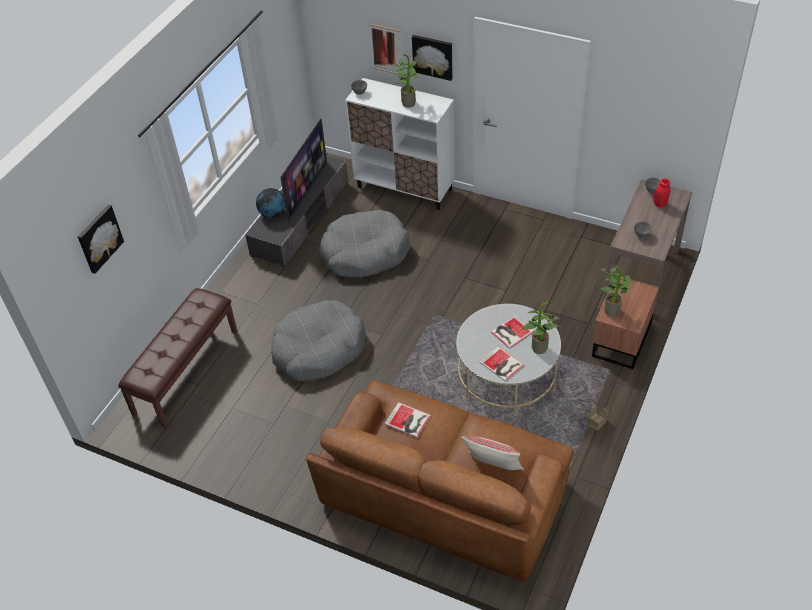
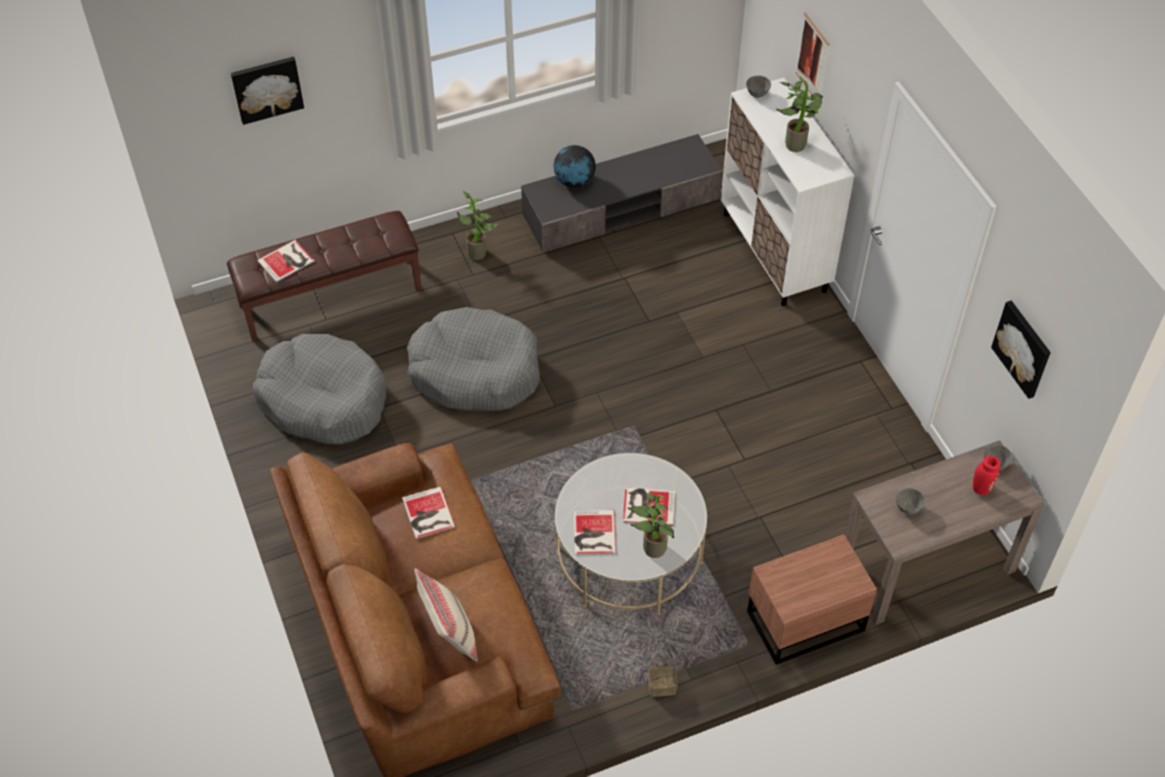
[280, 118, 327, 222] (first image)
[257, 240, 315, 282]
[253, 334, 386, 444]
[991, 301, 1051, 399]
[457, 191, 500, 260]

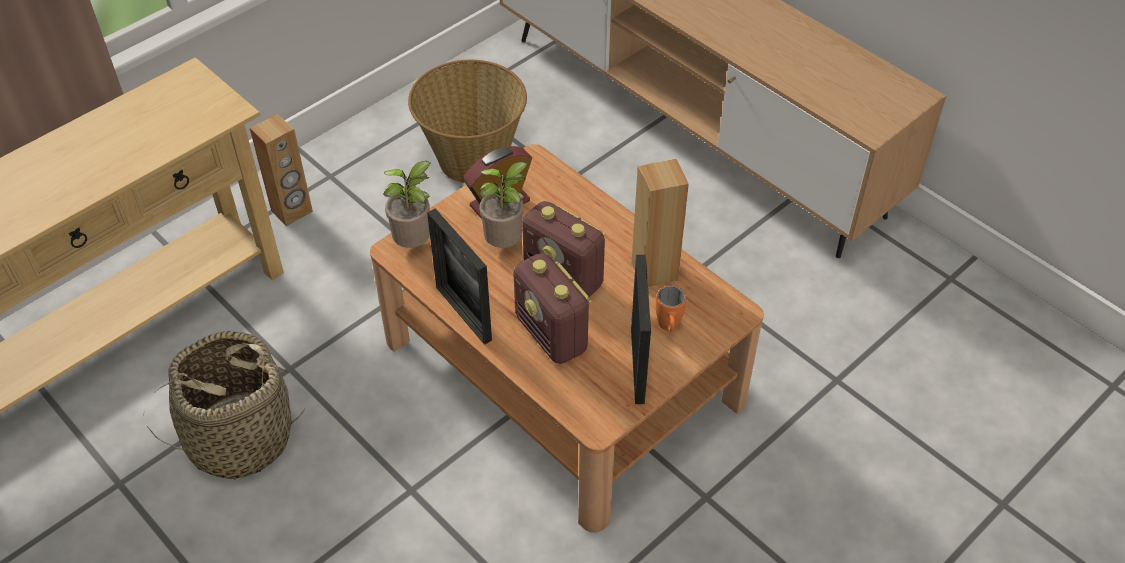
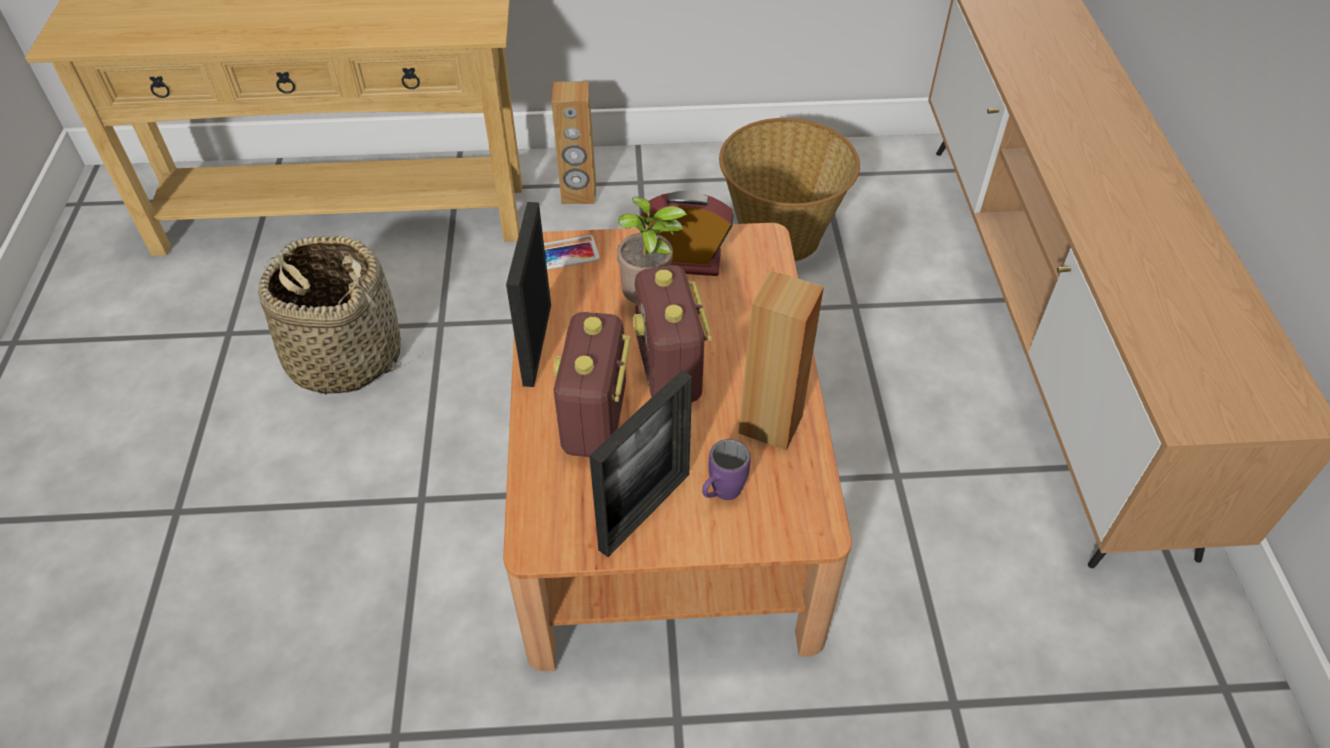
[544, 235, 600, 270]
[702, 439, 751, 500]

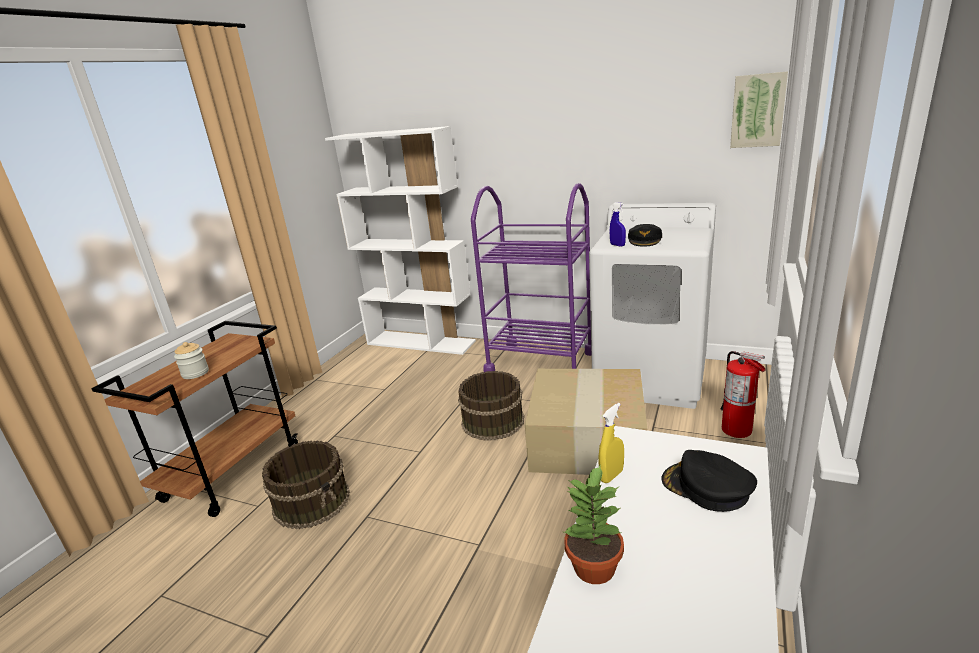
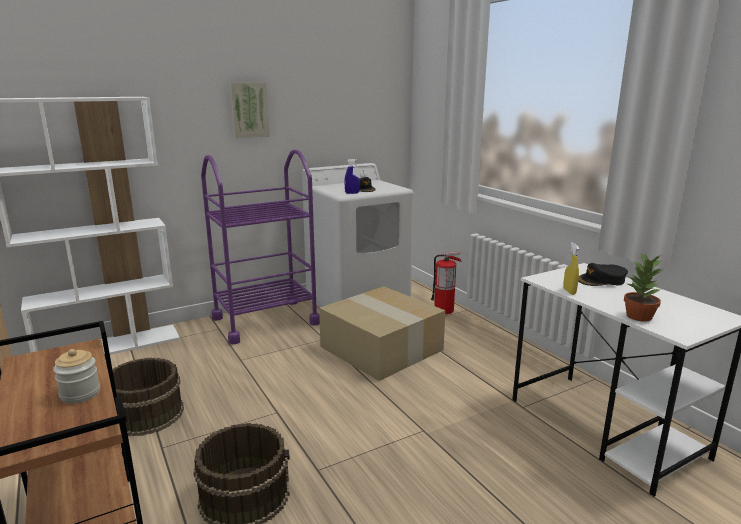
[112, 357, 184, 436]
[229, 82, 270, 138]

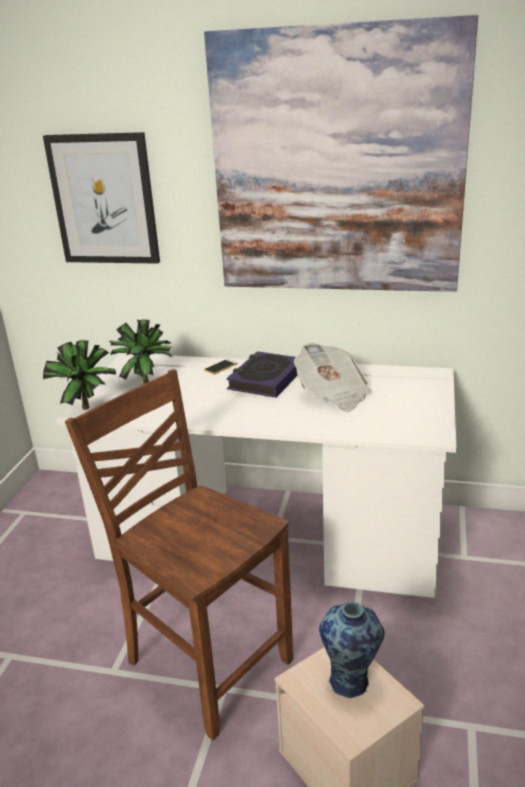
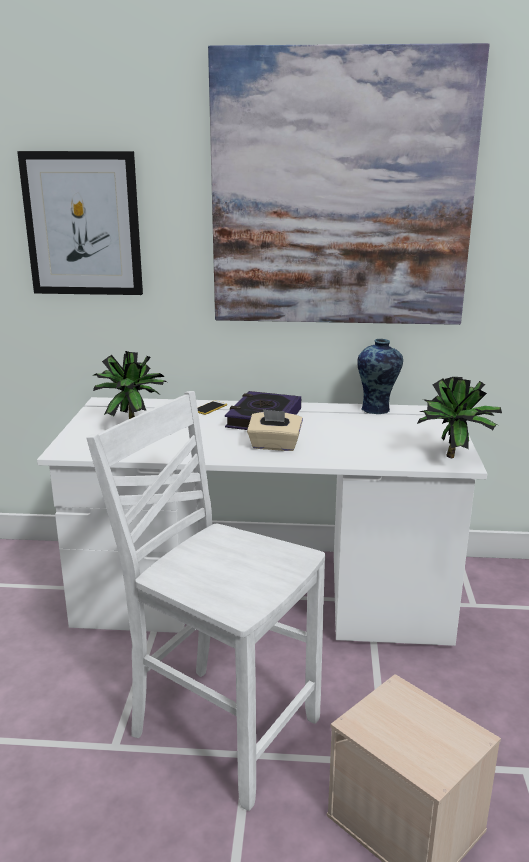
[294, 343, 371, 412] (first image)
[247, 409, 303, 451]
[417, 377, 502, 458]
[357, 339, 403, 414]
[86, 391, 325, 811]

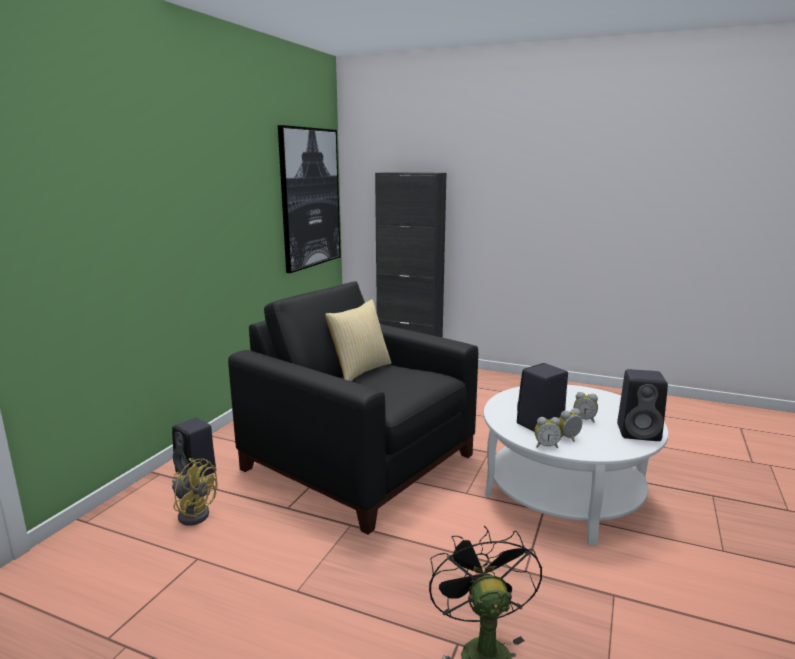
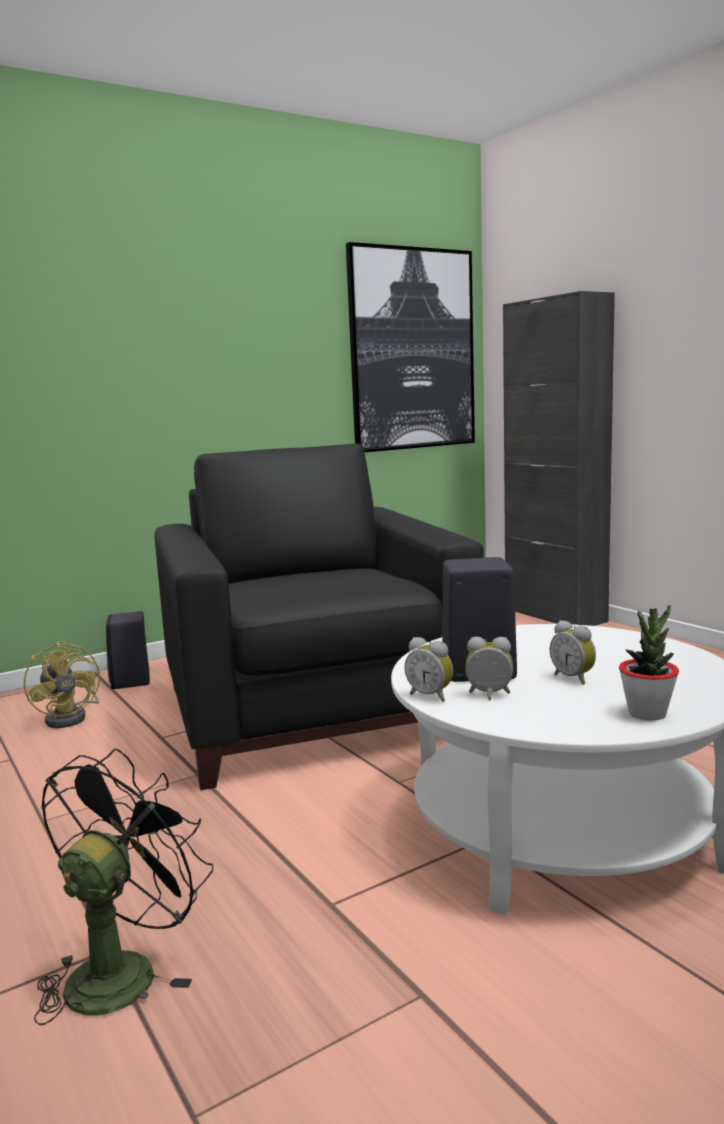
[325, 299, 391, 381] (first image)
[619, 605, 679, 721]

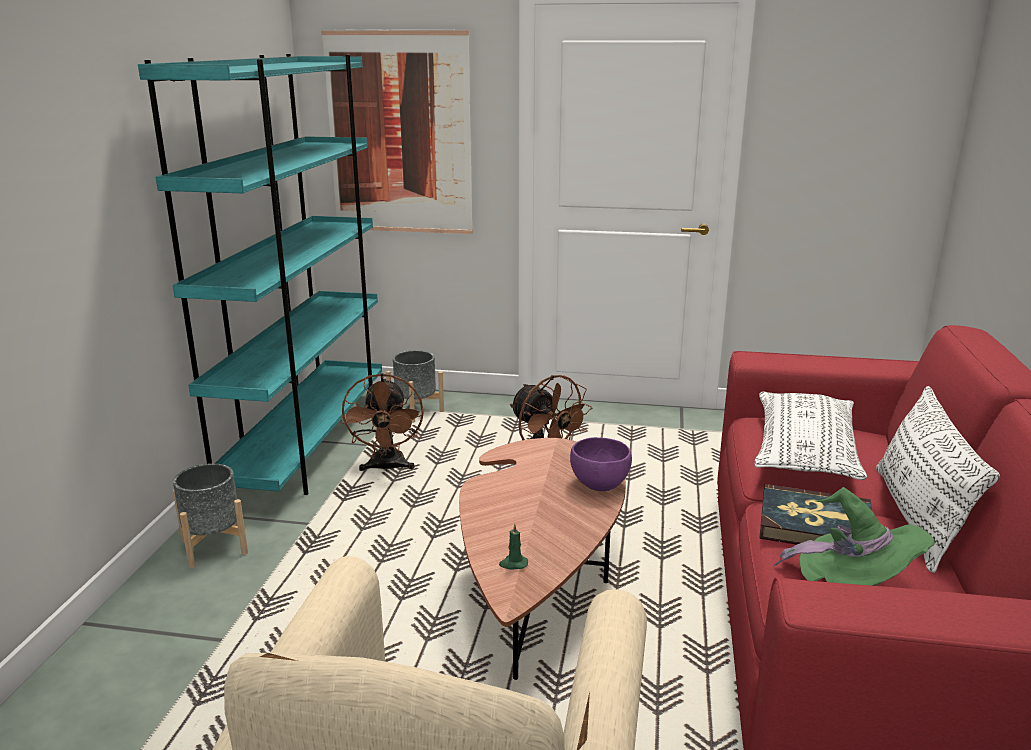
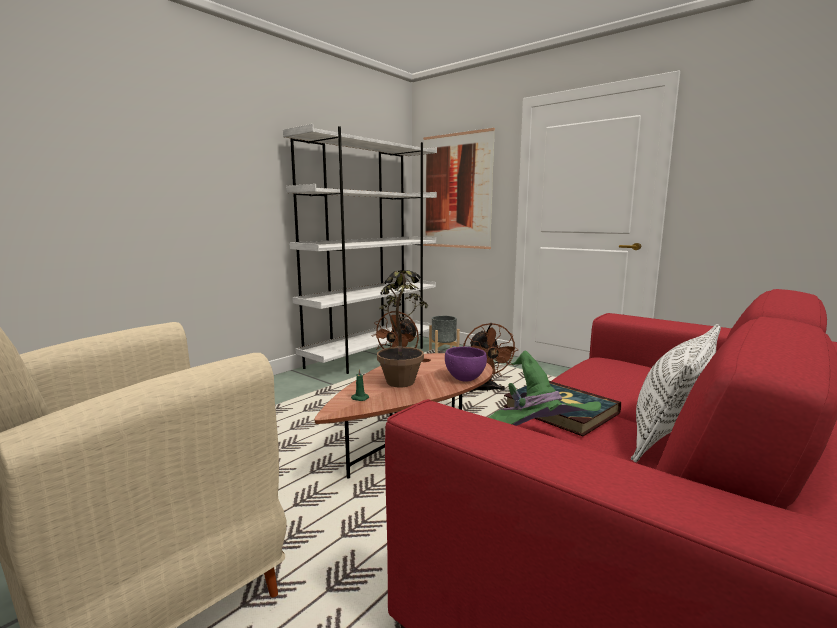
[173, 463, 248, 568] (first image)
[755, 392, 867, 480] (first image)
[377, 270, 428, 387]
[283, 124, 437, 374]

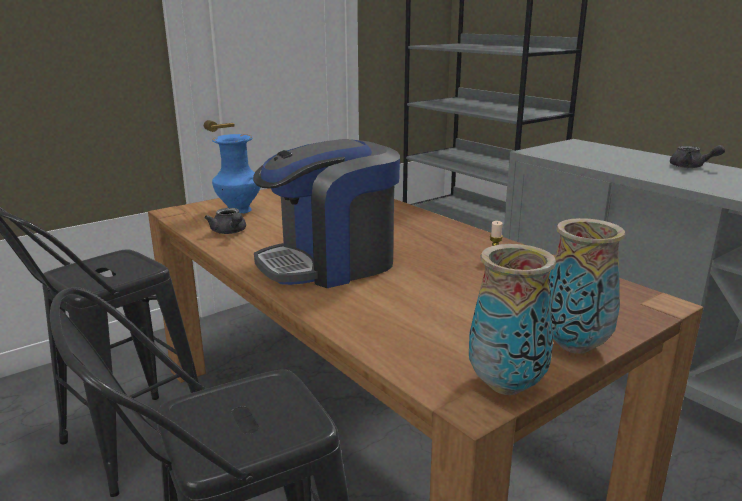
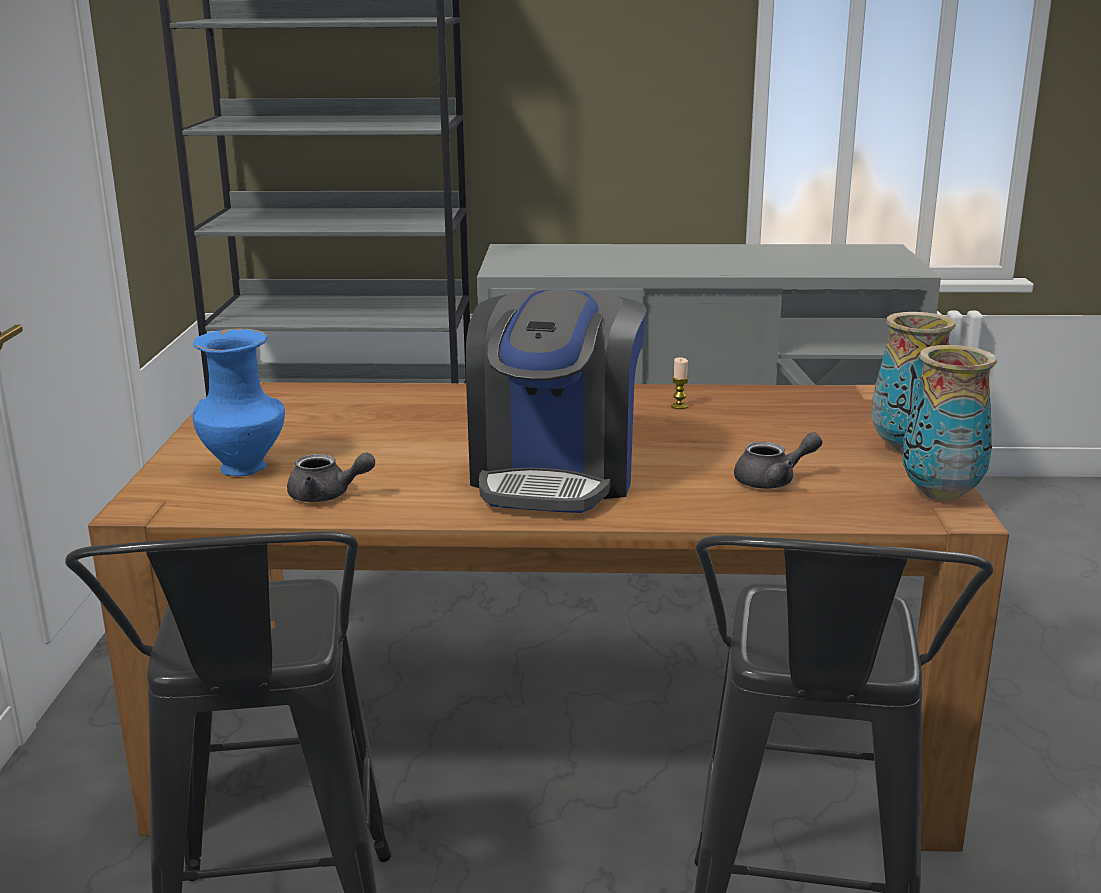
[734, 432, 822, 489]

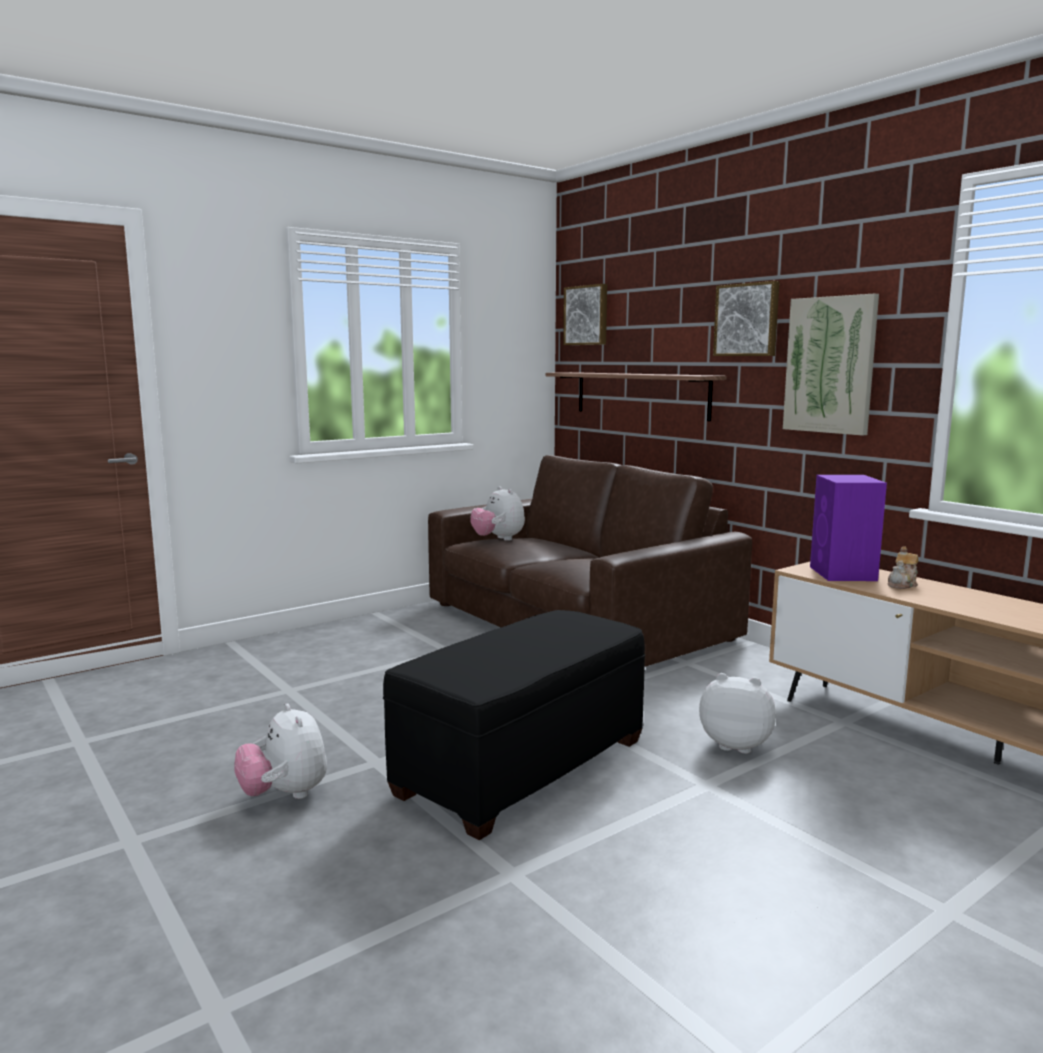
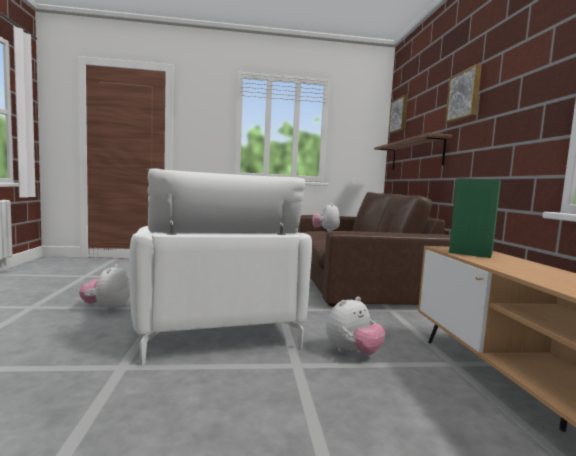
[783, 294, 879, 436] (first image)
[888, 546, 919, 589] (first image)
[129, 169, 312, 365]
[449, 178, 501, 258]
[326, 297, 385, 355]

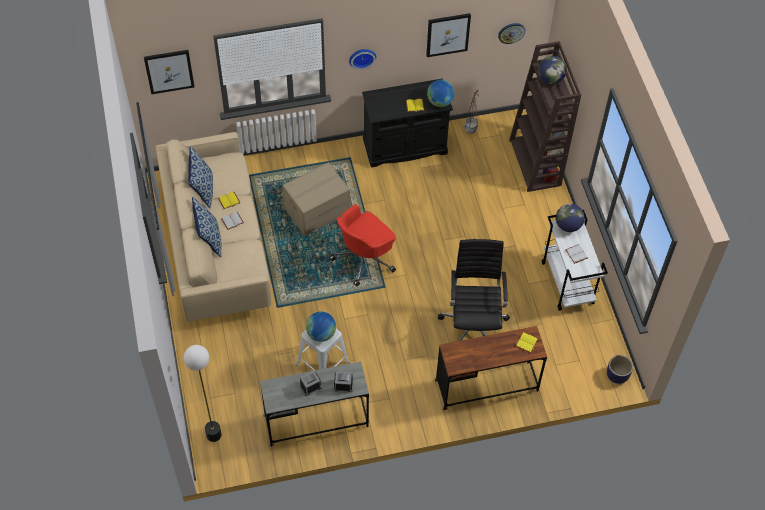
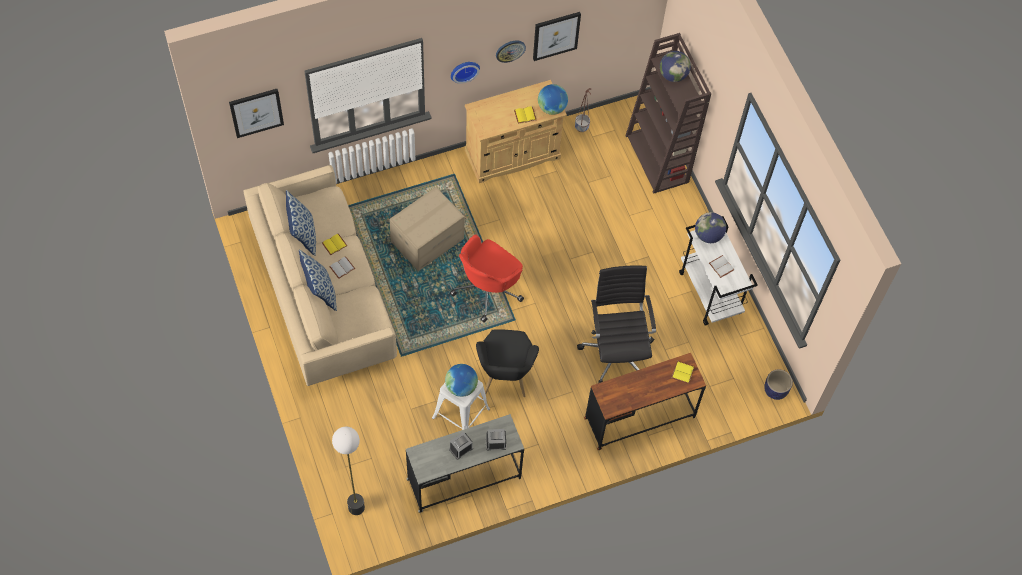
[476, 329, 539, 397]
[496, 40, 526, 63]
[465, 80, 567, 183]

